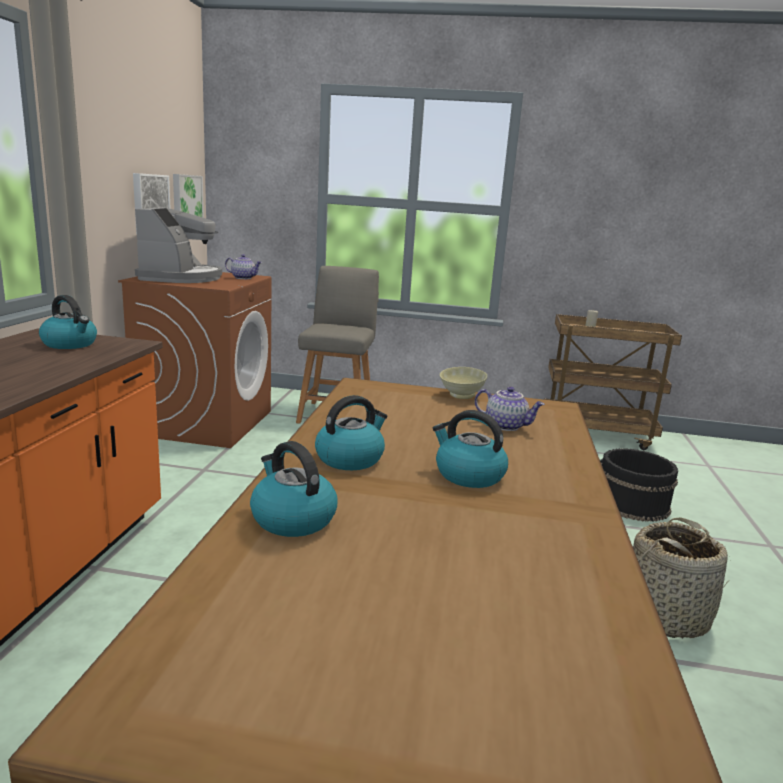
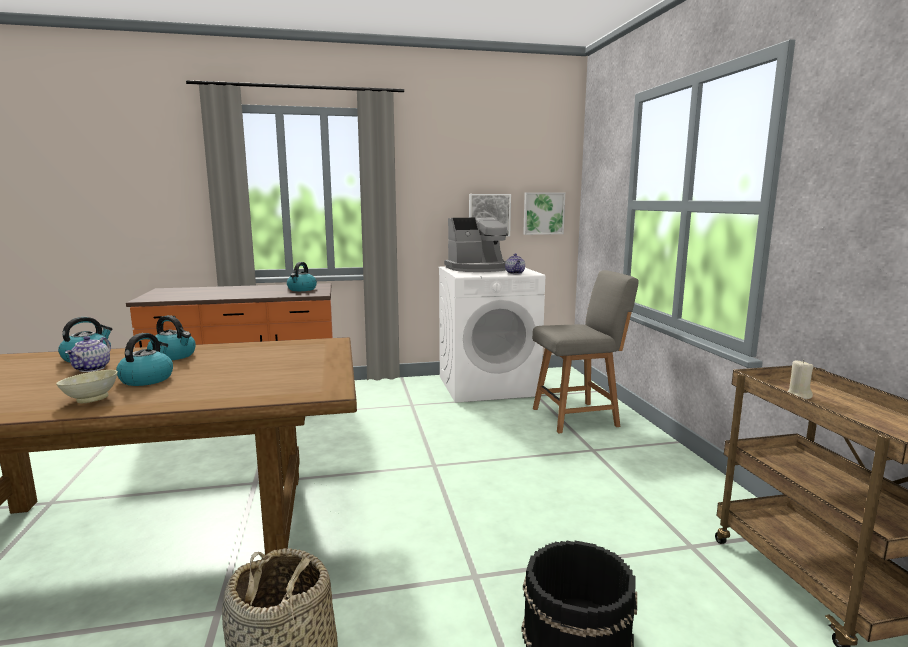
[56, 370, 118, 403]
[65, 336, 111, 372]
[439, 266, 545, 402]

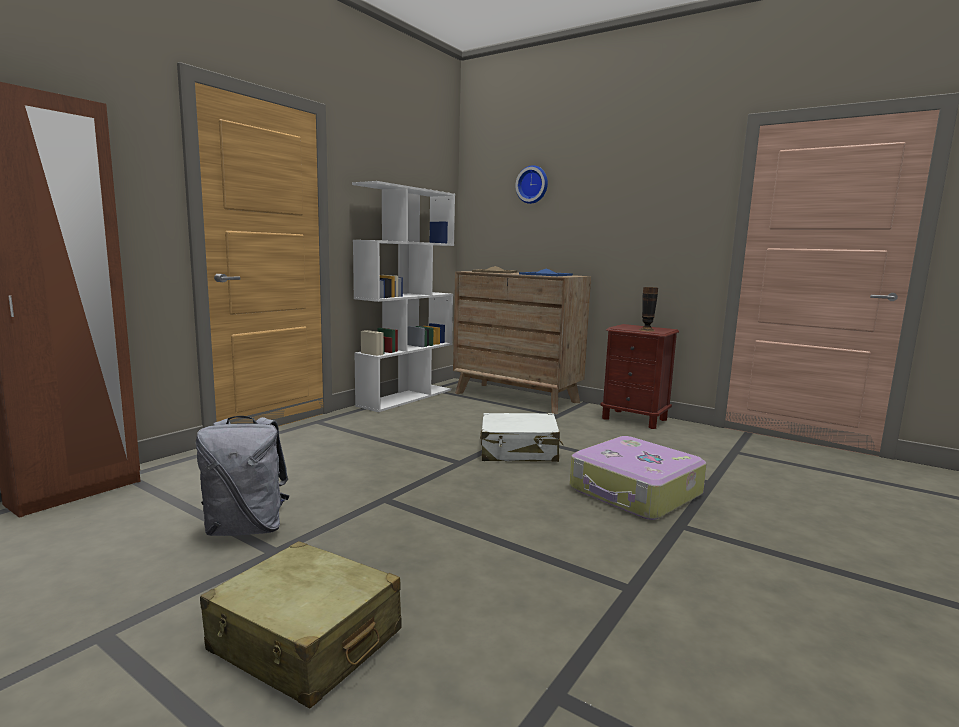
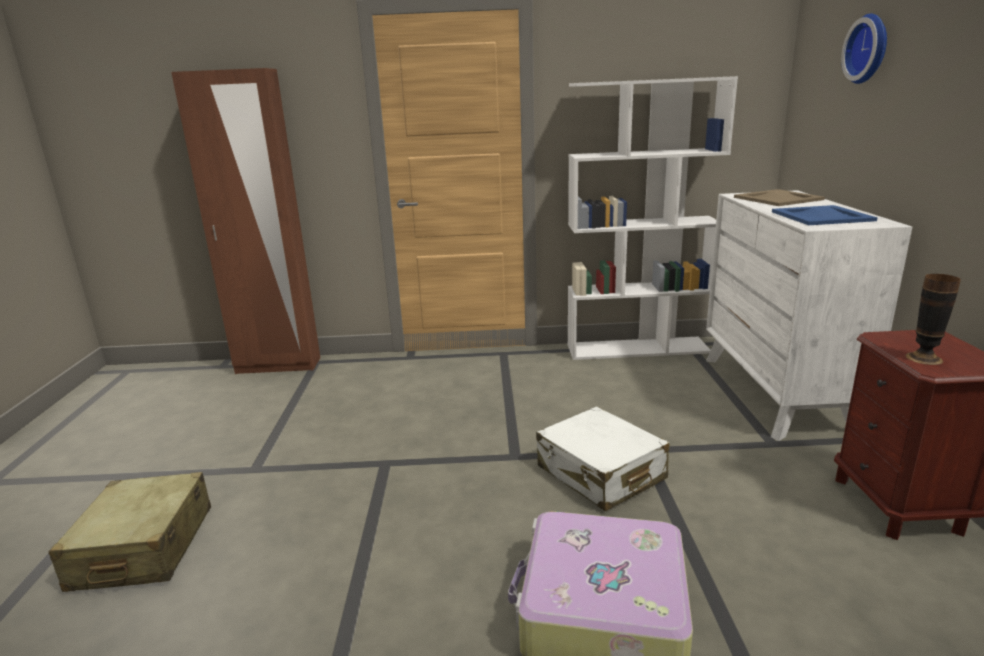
[196, 416, 289, 536] (first image)
[706, 190, 912, 441]

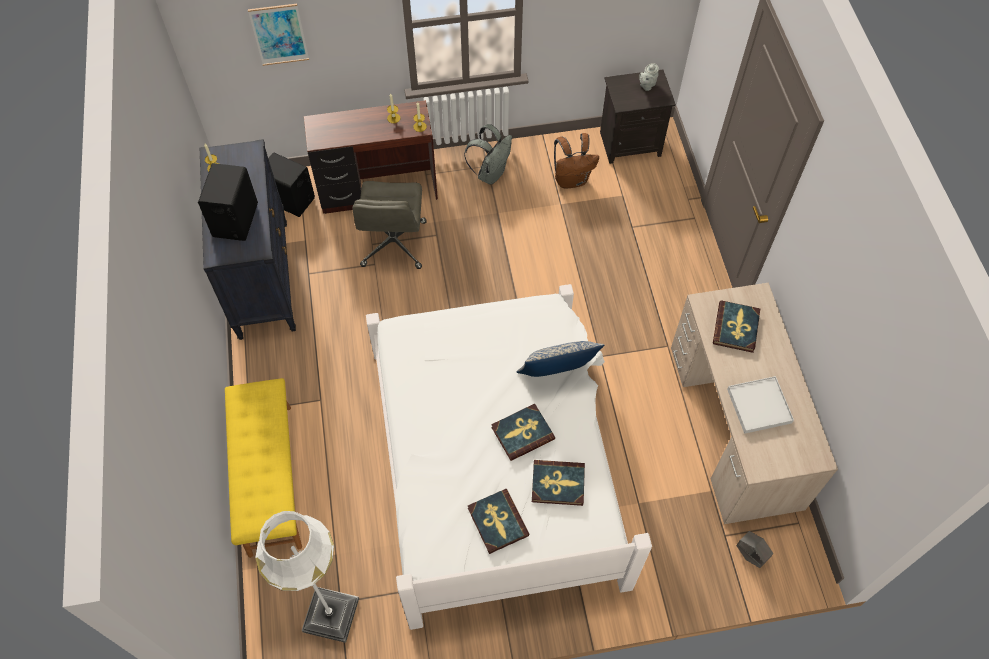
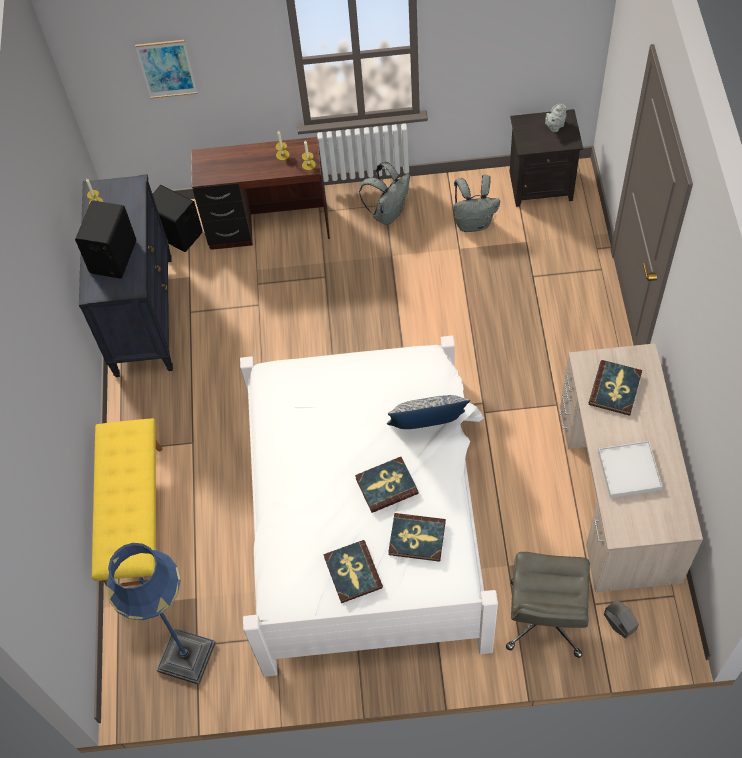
[506, 552, 590, 658]
[106, 543, 216, 685]
[454, 175, 500, 232]

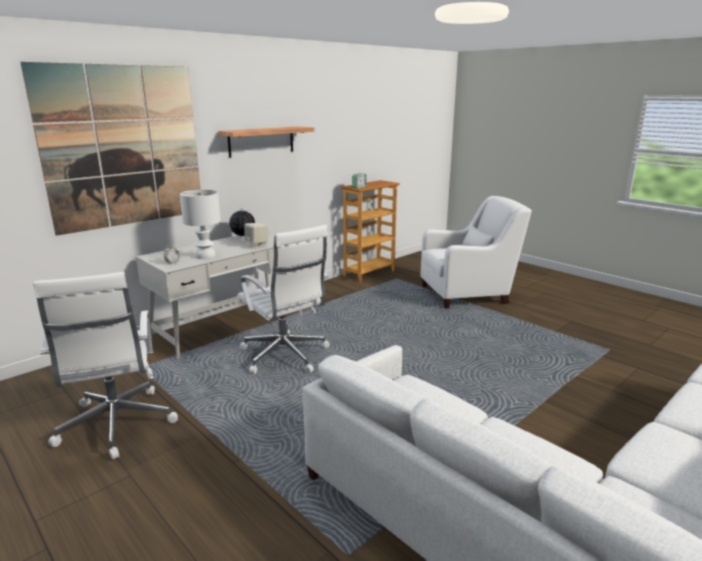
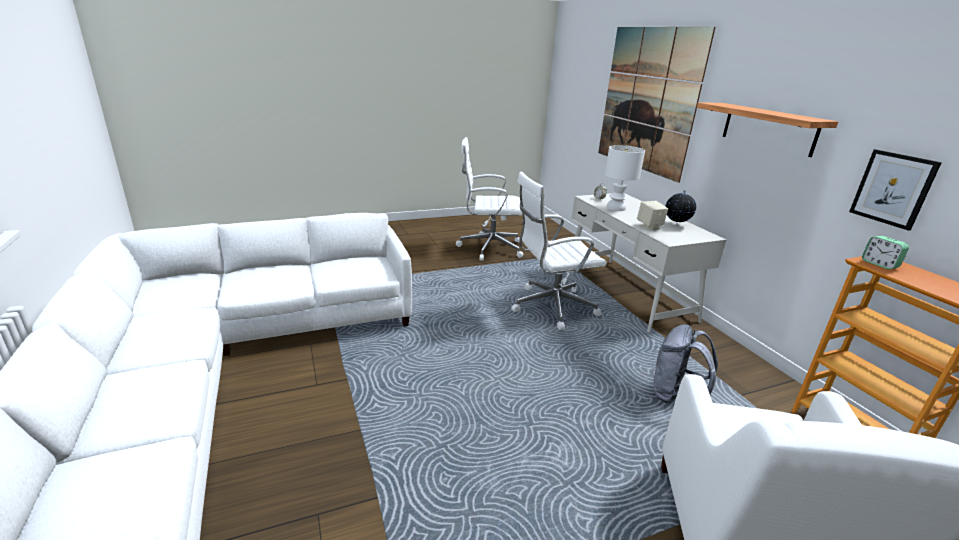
[653, 324, 718, 403]
[849, 149, 942, 231]

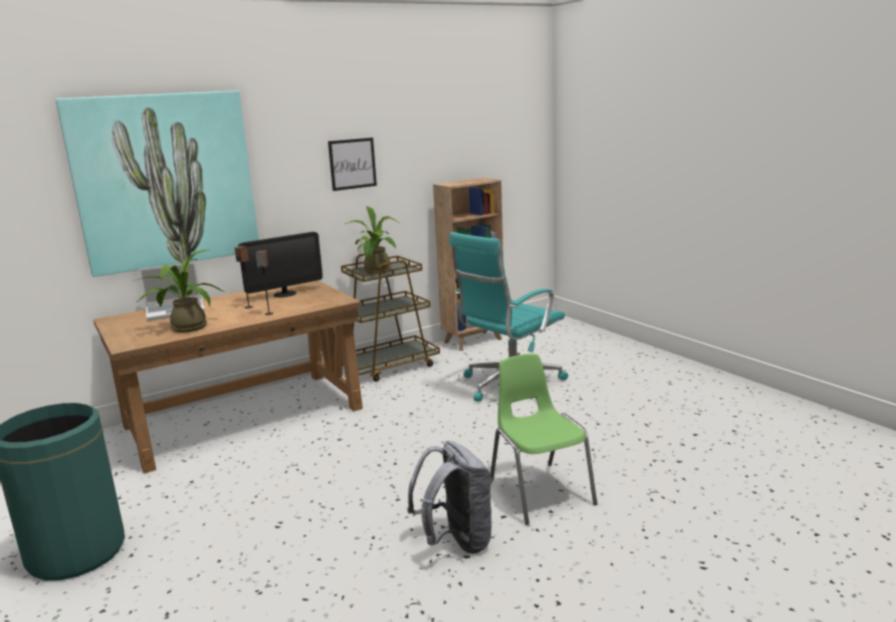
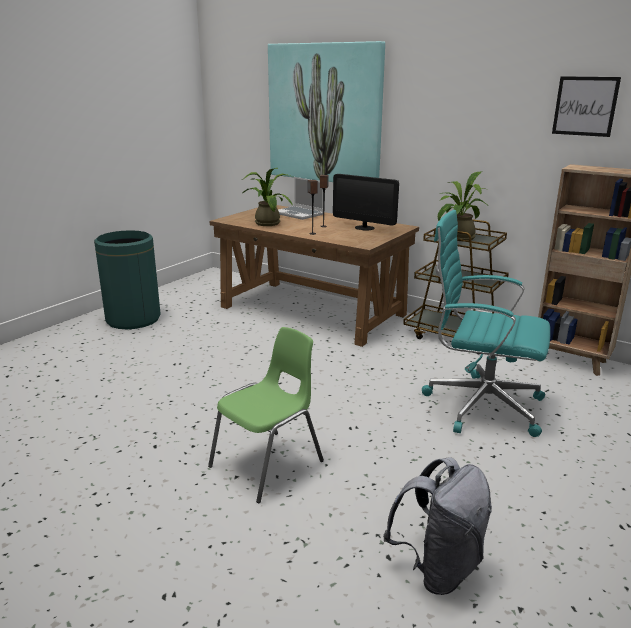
[552, 76, 621, 137]
[383, 457, 492, 595]

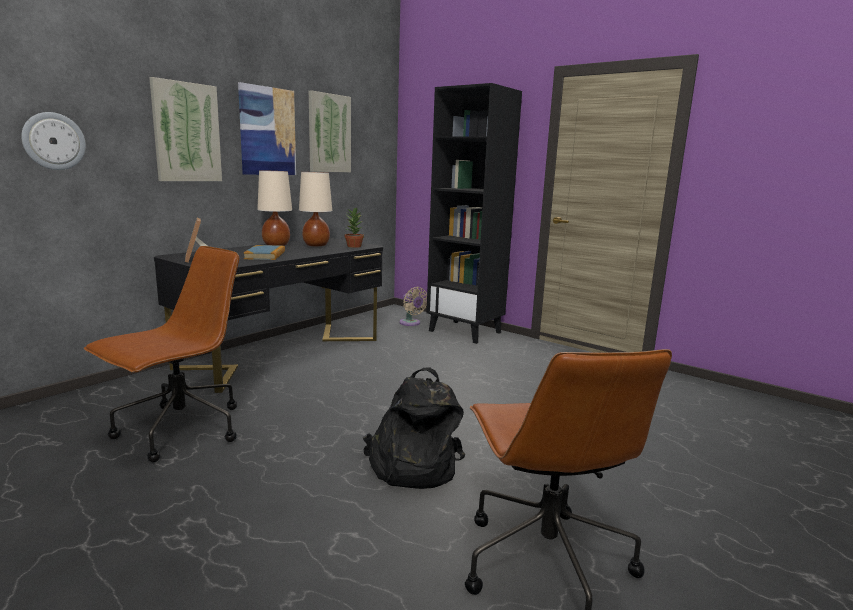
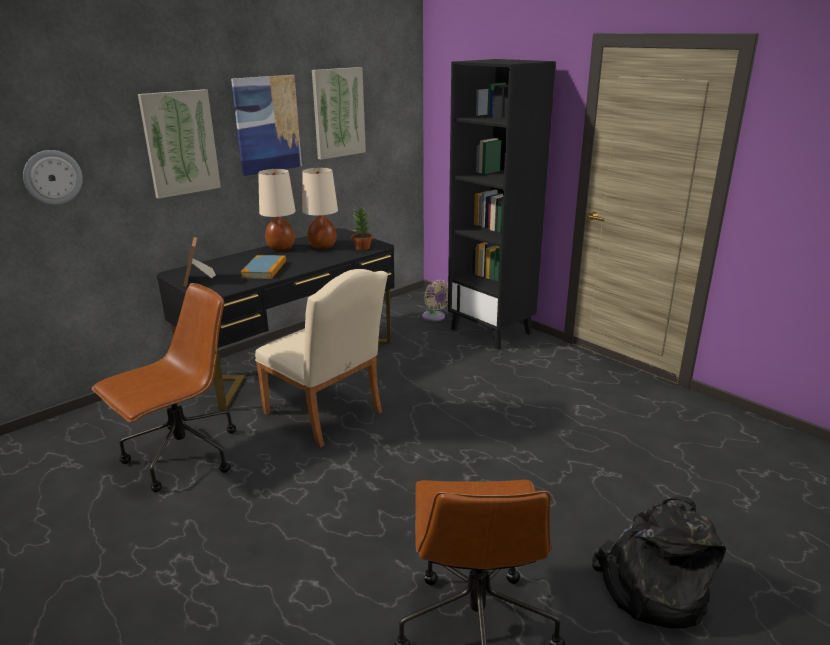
[255, 269, 388, 448]
[592, 496, 726, 629]

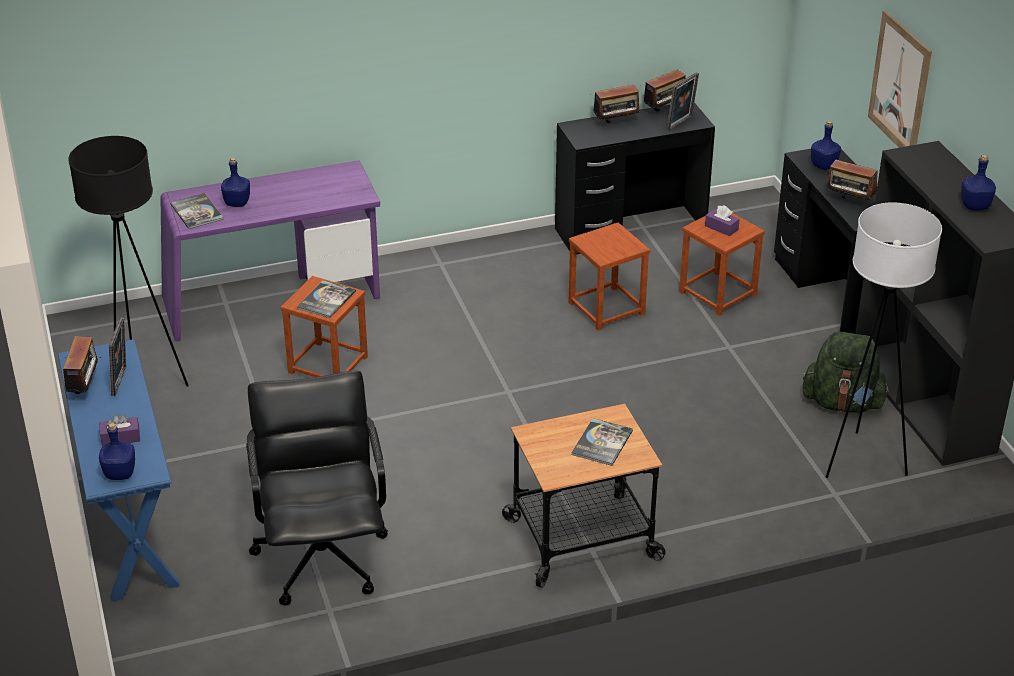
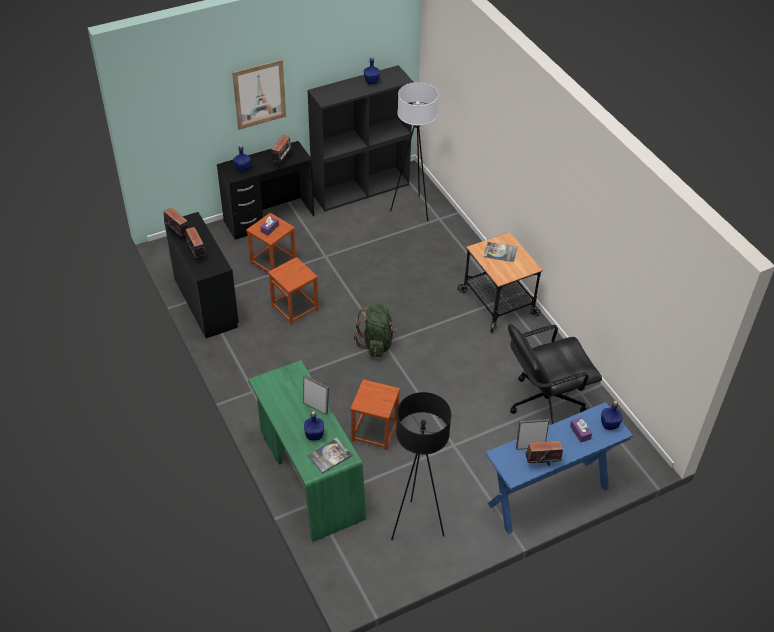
[297, 280, 356, 318] (first image)
[303, 375, 329, 415]
[354, 304, 397, 357]
[248, 360, 366, 542]

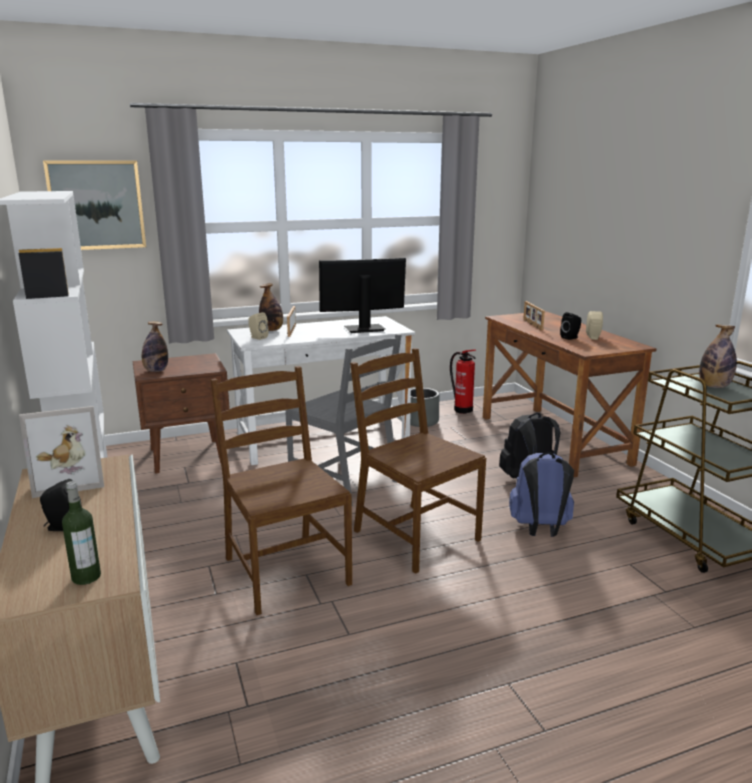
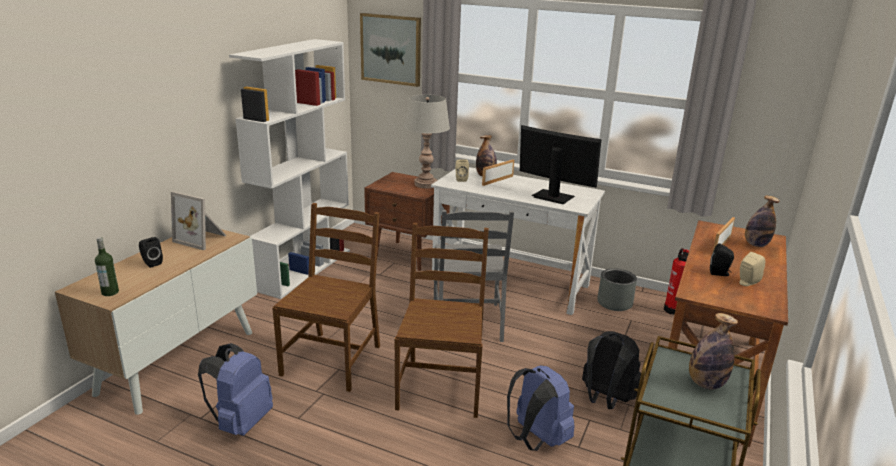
[198, 343, 273, 436]
[404, 94, 450, 188]
[745, 195, 779, 247]

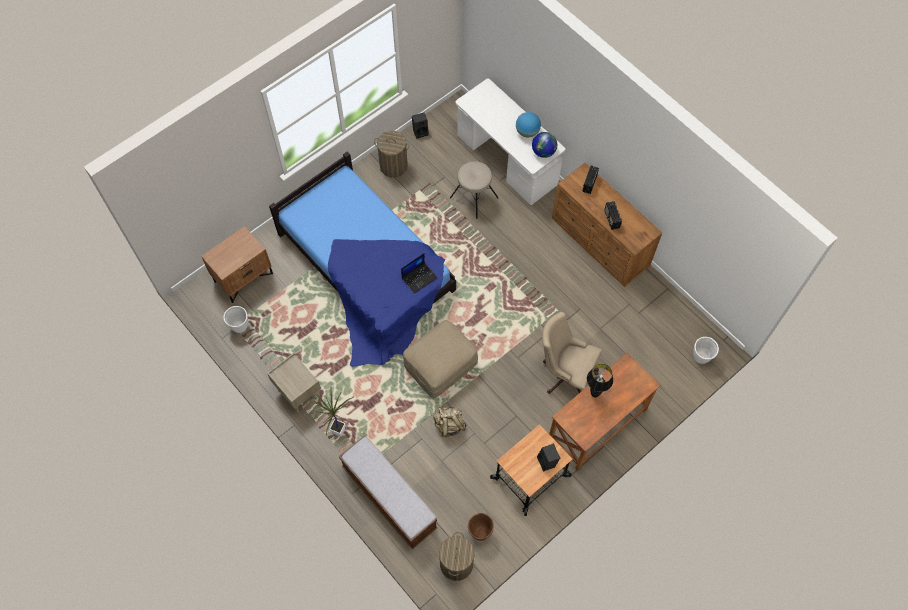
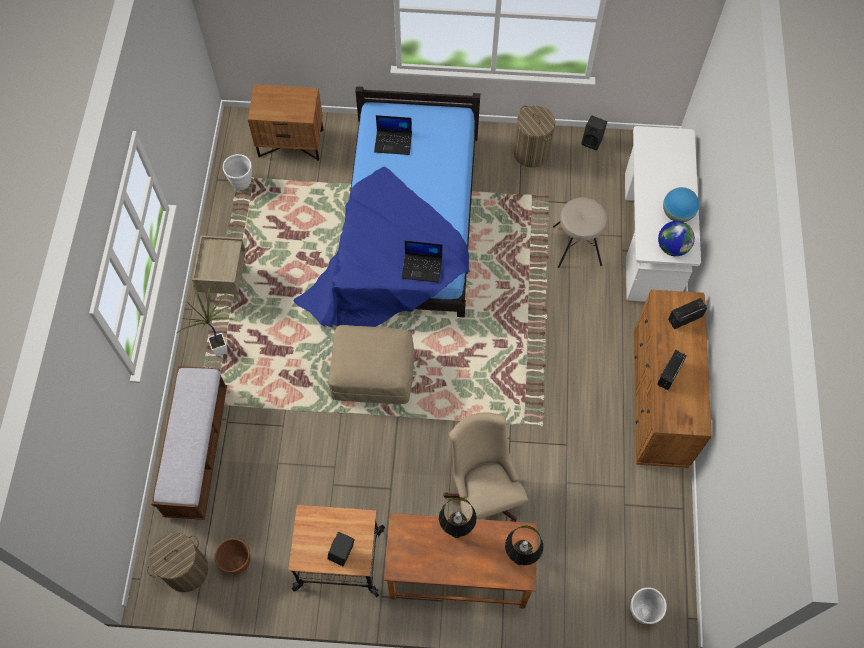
[433, 405, 467, 437] (first image)
[374, 115, 412, 155]
[505, 526, 543, 565]

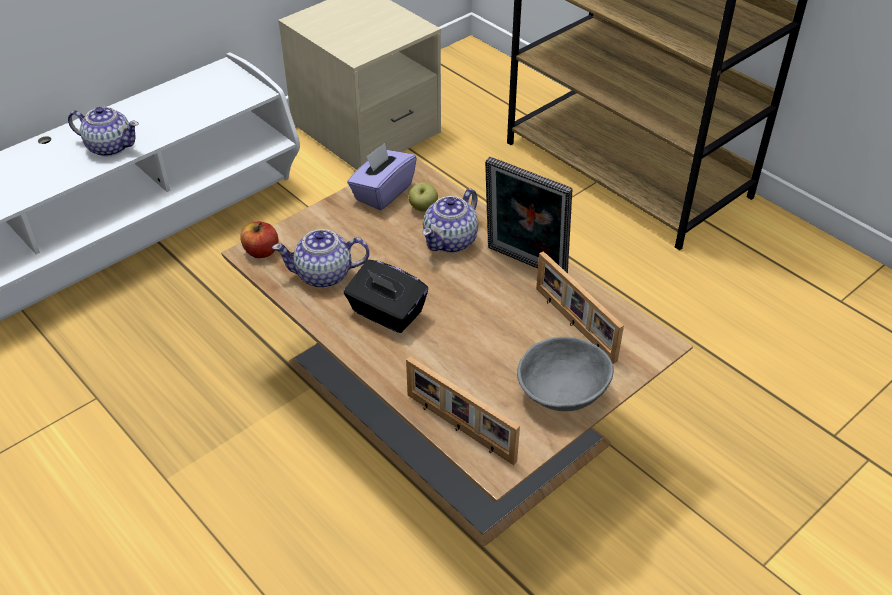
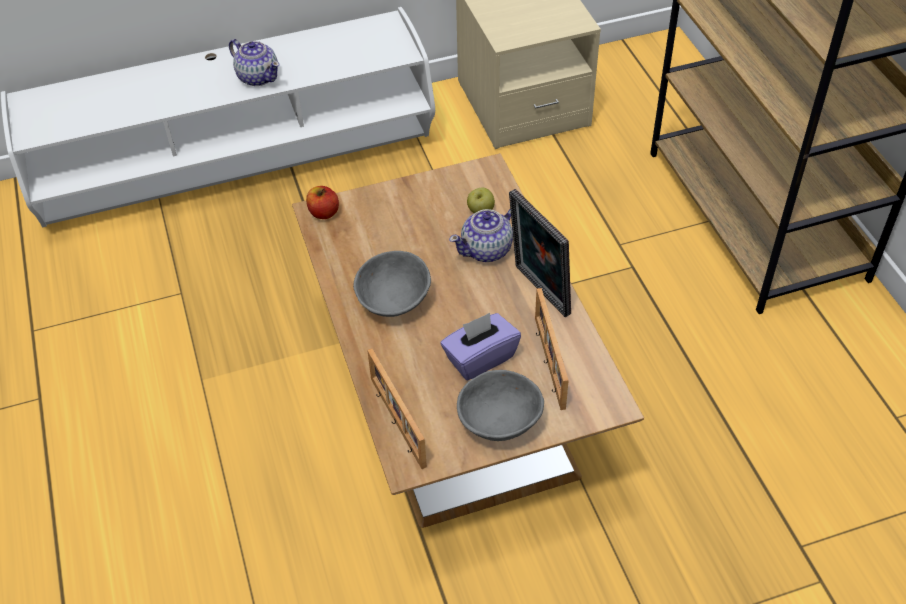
[272, 229, 370, 288] (first image)
[440, 313, 521, 380]
[353, 251, 431, 317]

